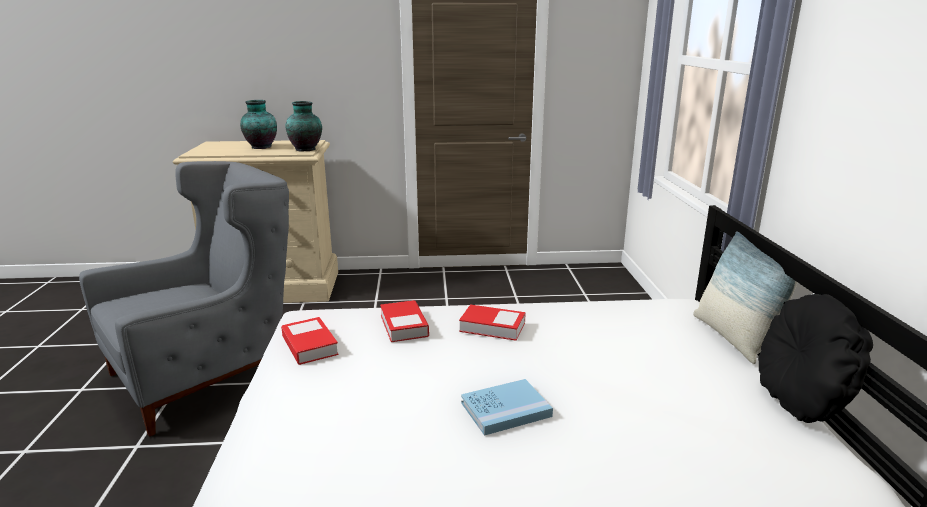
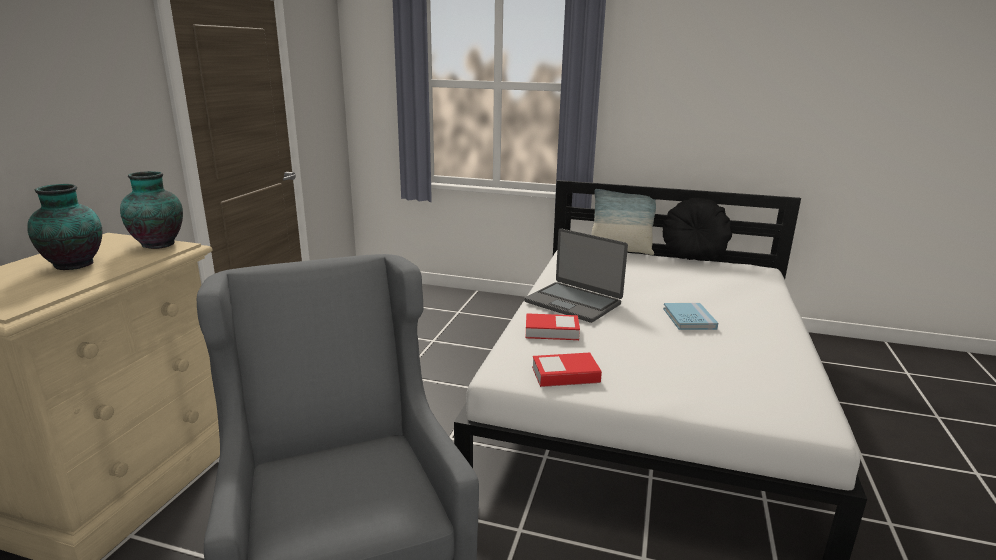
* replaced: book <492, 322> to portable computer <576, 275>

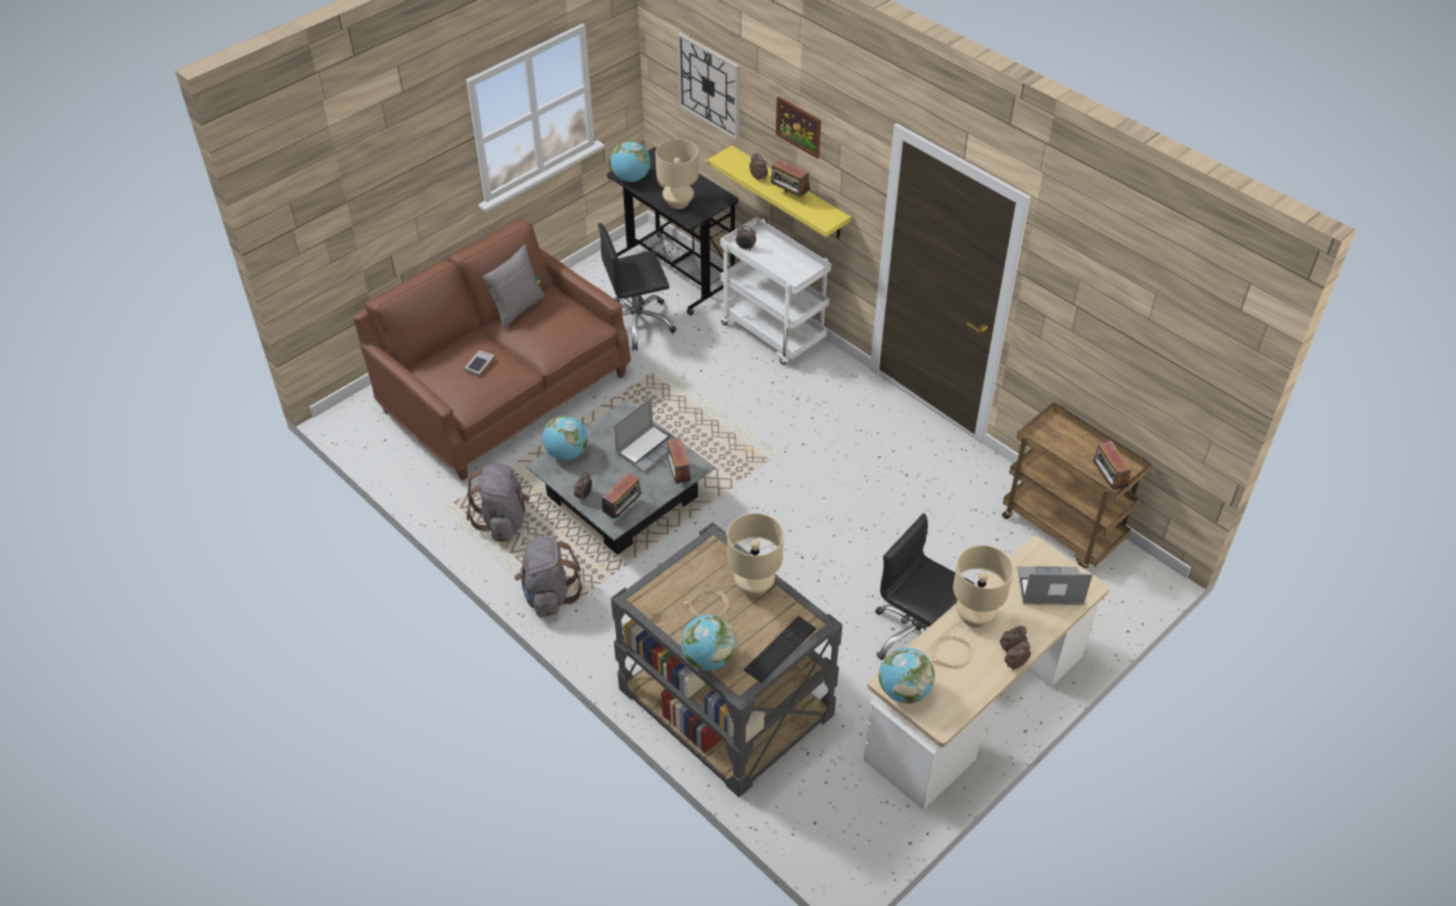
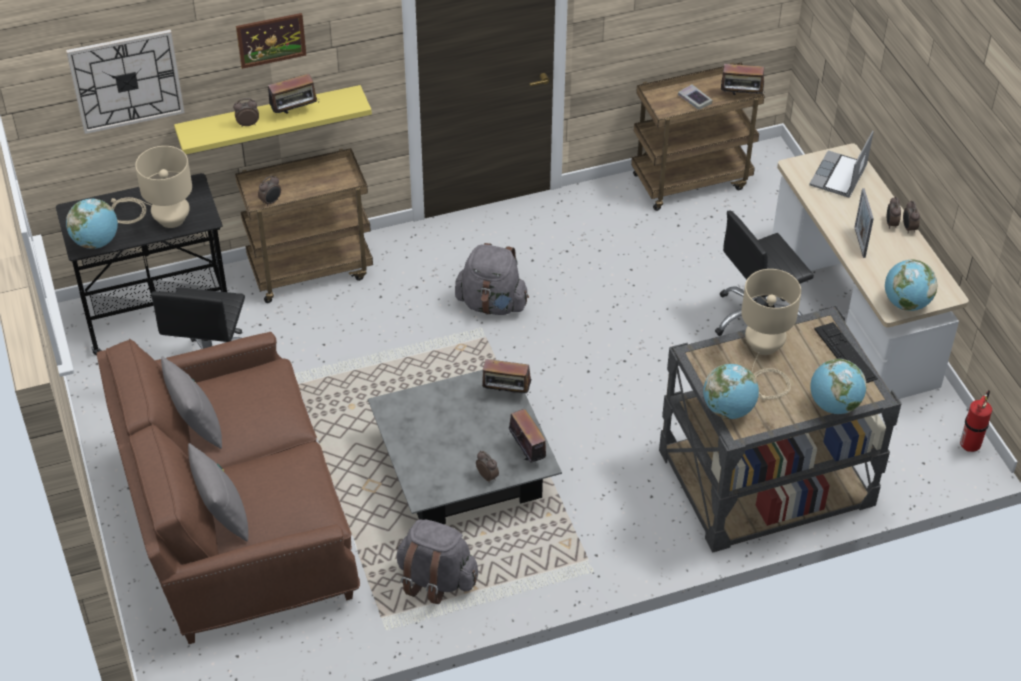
* removed: portable computer <644, 435>
* added: cushion (gray) <218, 492>
* added: fire extinguisher <976, 421>
* moved: book <479, 363> to <695, 97>
* moved: backpack (gray) <548, 576> to <492, 279>
* moved: world globe <565, 437> to <731, 391>
* replaced: lamp for a table (beige) <972, 606> to picture frame <864, 223>
* recoloured: cart (white-coloured) <775, 291> to cart (brown) <304, 225>

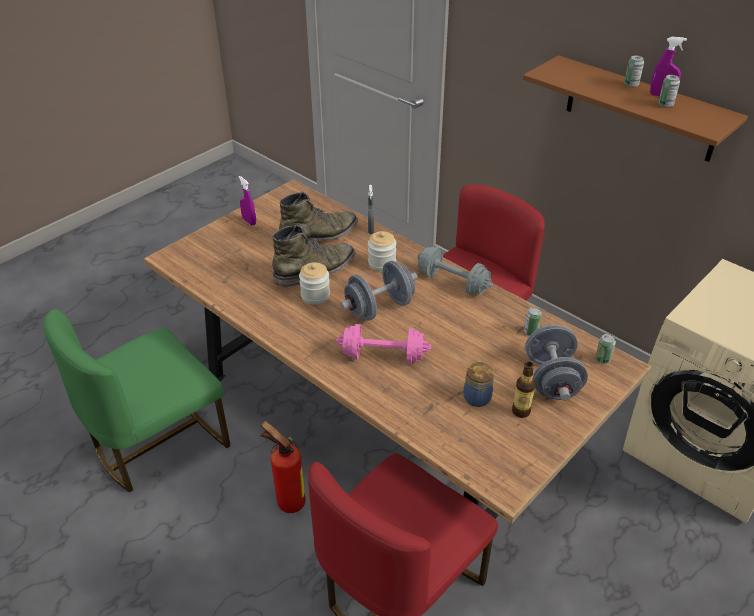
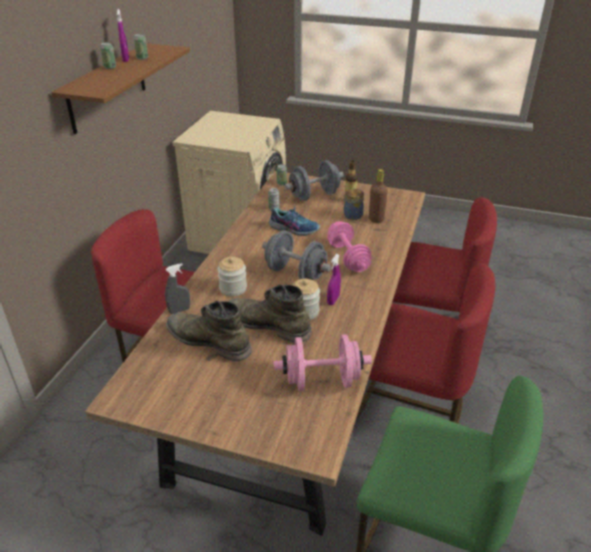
* removed: hand weight (gray) <455, 270>
* added: low shoe <294, 221>
* added: hand weight (pink) <323, 362>
* added: bottle (brown) <378, 196>
* moved: hand sprayer (purple) <247, 201> to <334, 279>
* replaced: fire extinguisher <283, 467> to plain chair (red-coloured) <425, 343>

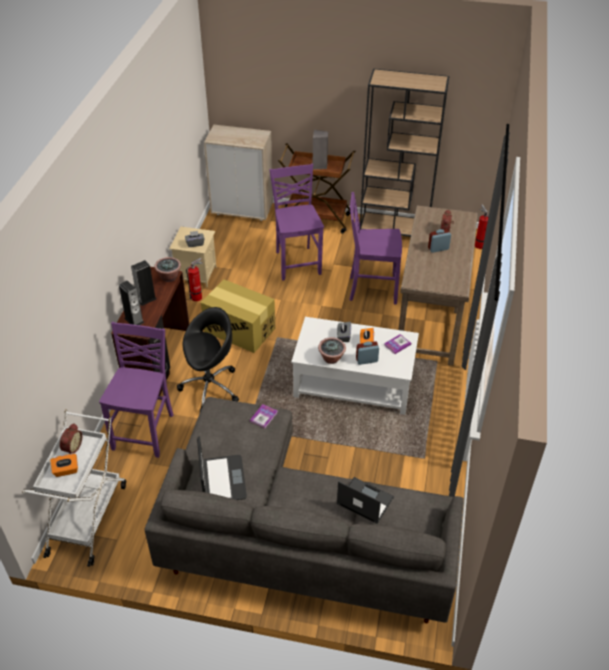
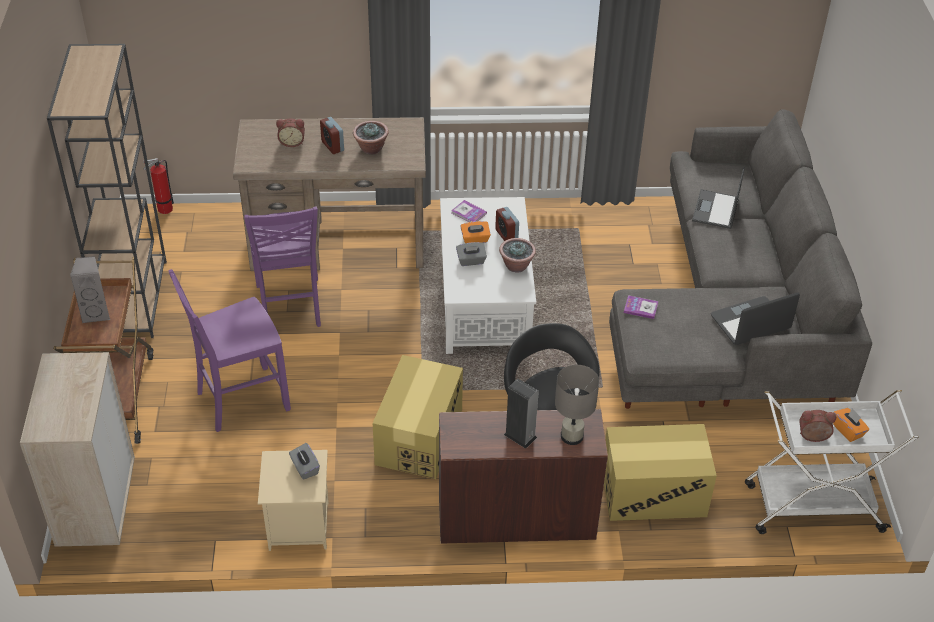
* removed: fire extinguisher <194, 279>
* moved: plant in a pot <167, 269> to <371, 138>
* replaced: plain chair (purple) <136, 390> to packing box <660, 472>
* replaced: loudspeaker <131, 303> to lamp for a table (gray) <577, 405>

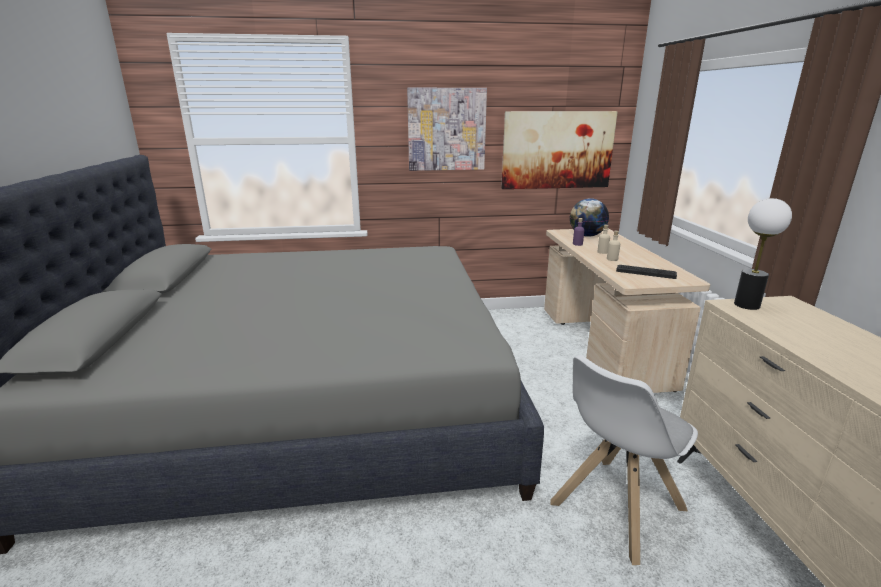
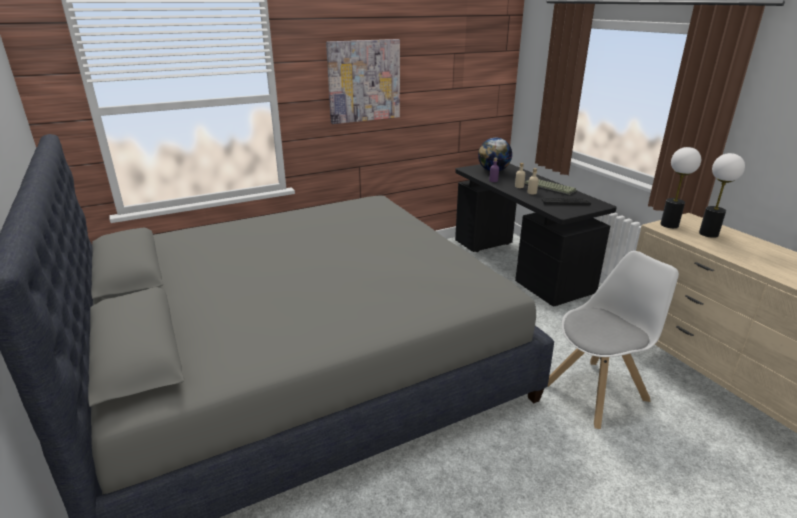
* removed: picture <559, 150>
* added: PC keyboard <551, 188>
* added: lamp for a table <722, 195>
* recoloured: desk unit (beige) <627, 311> to desk unit (black) <536, 235>
* turned: plain chair <624, 460> = <613, 340> 150 degrees counterclockwise

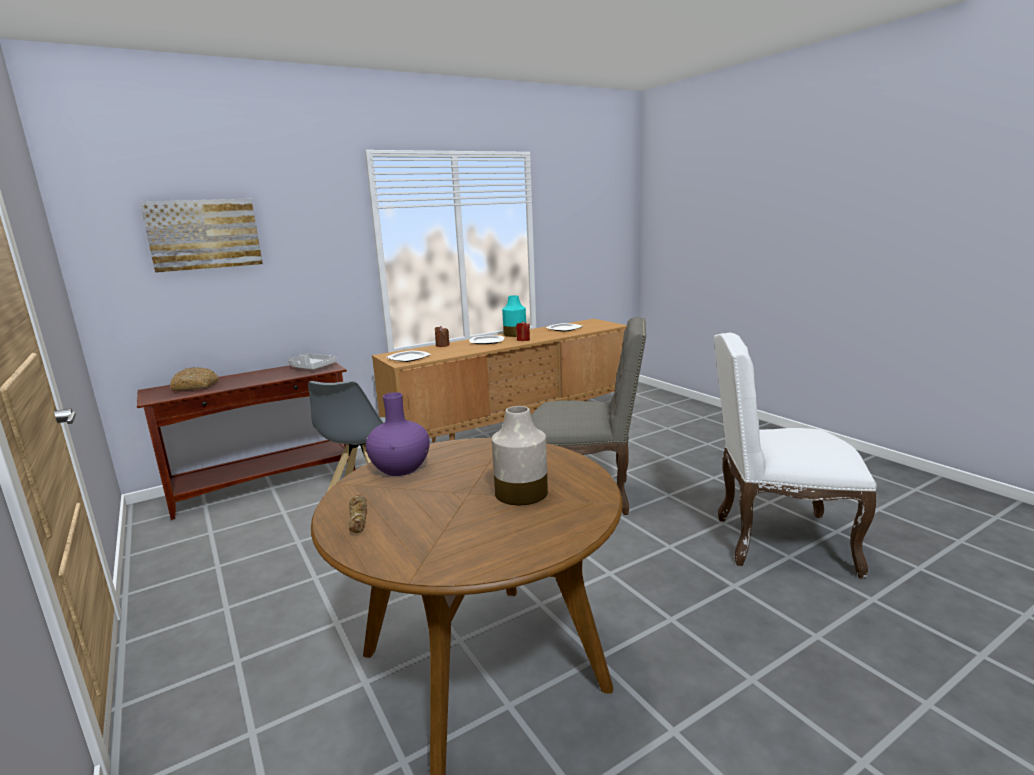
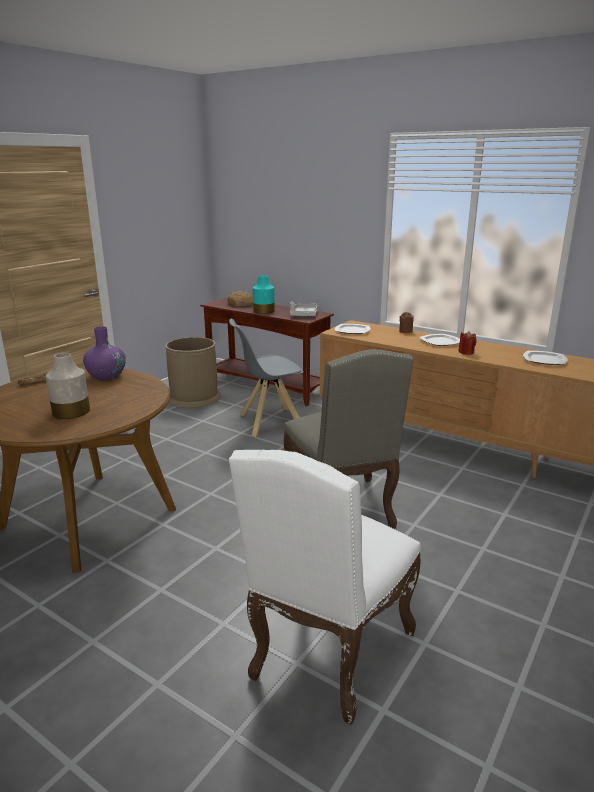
* removed: picture <201, 236>
* added: rubbish bin (brown) <193, 372>
* moved: flower vase (turquoise) <514, 316> to <264, 294>
* turned: plain chair (white-coloured) <795, 455> = <325, 586> 135 degrees counterclockwise

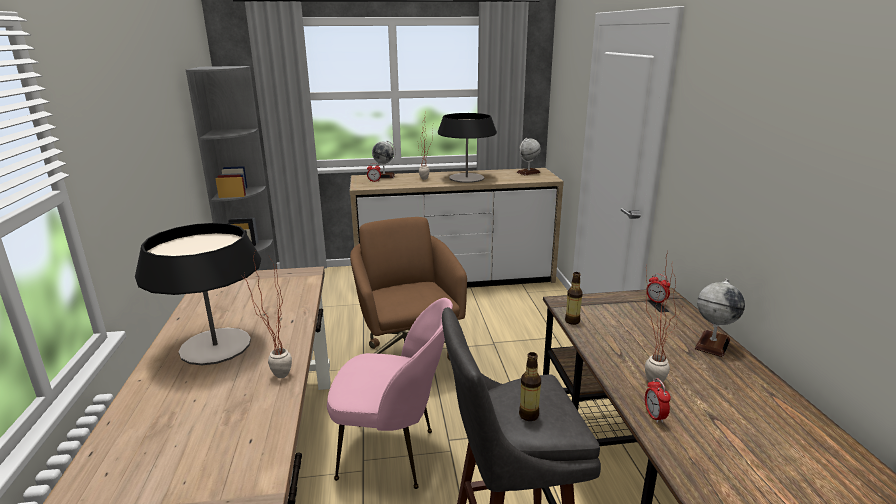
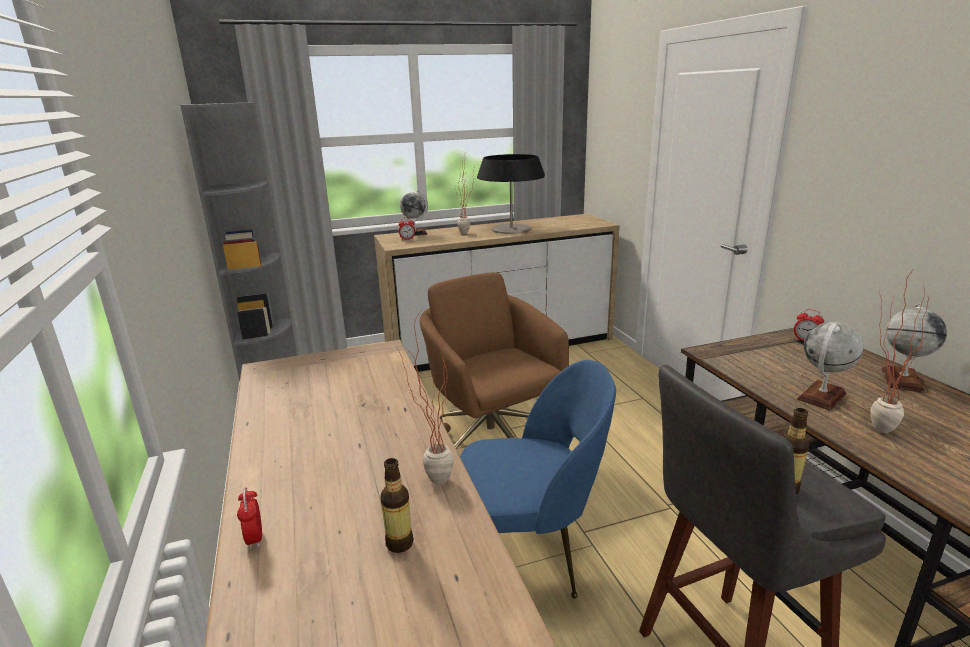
* removed: lamp for a table <198, 294>
* moved: world globe <529, 156> to <830, 365>
* moved: bottle <574, 298> to <397, 505>
* moved: bedside clock <658, 400> to <249, 518>
* recoloured: plain chair (pink) <390, 393> to plain chair (bluish) <538, 479>

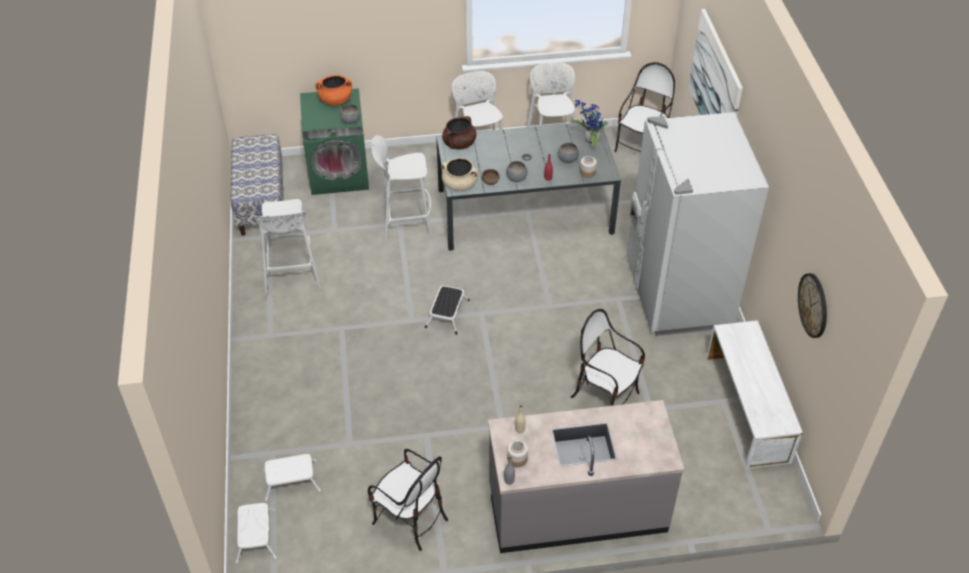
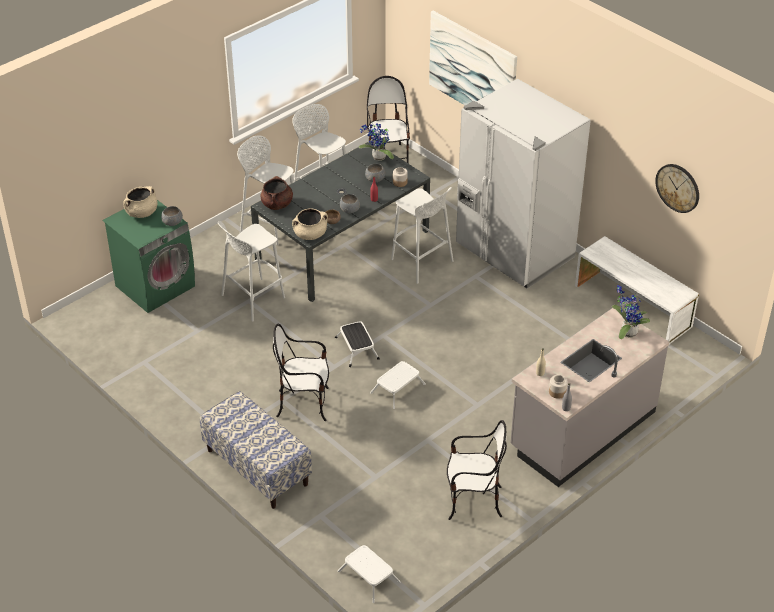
* added: plant in a pot <631, 312>
* moved: indoor bench <257, 185> to <256, 450>
* moved: sitting stool (white-coloured) <287, 246> to <422, 235>
* moved: step ladder (white-coloured) <292, 477> to <398, 385>
* moved: plain chair <608, 357> to <301, 372>
* recoloured: cooking pot (orange-coloured) <333, 90> to cooking pot (beige) <140, 202>

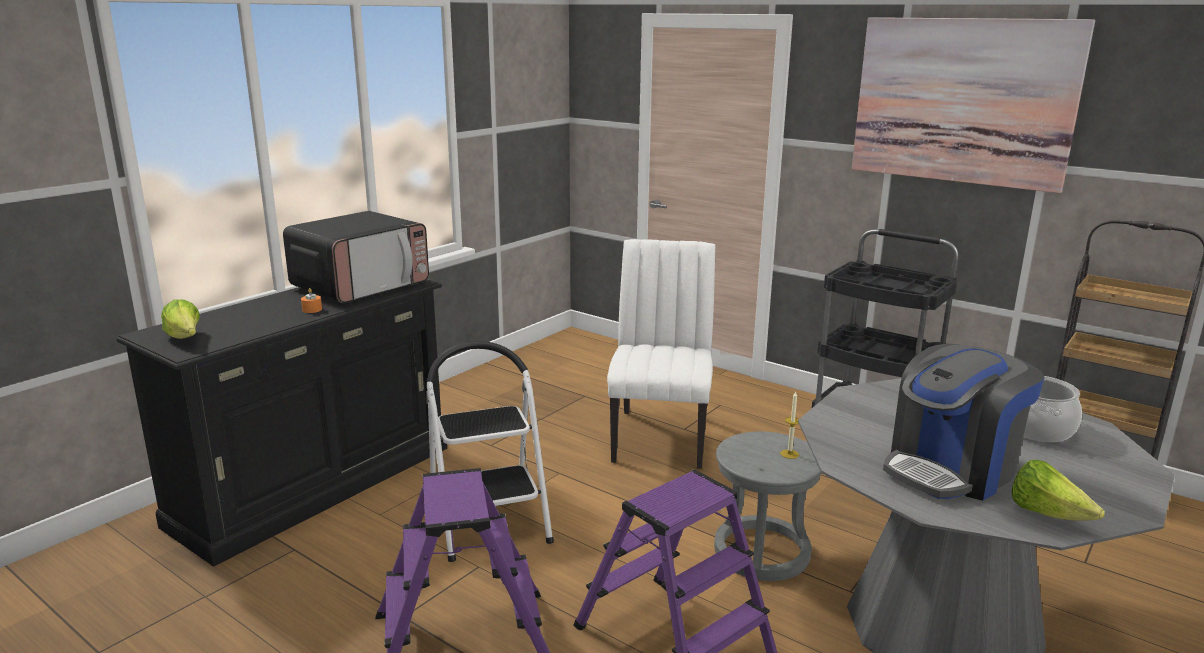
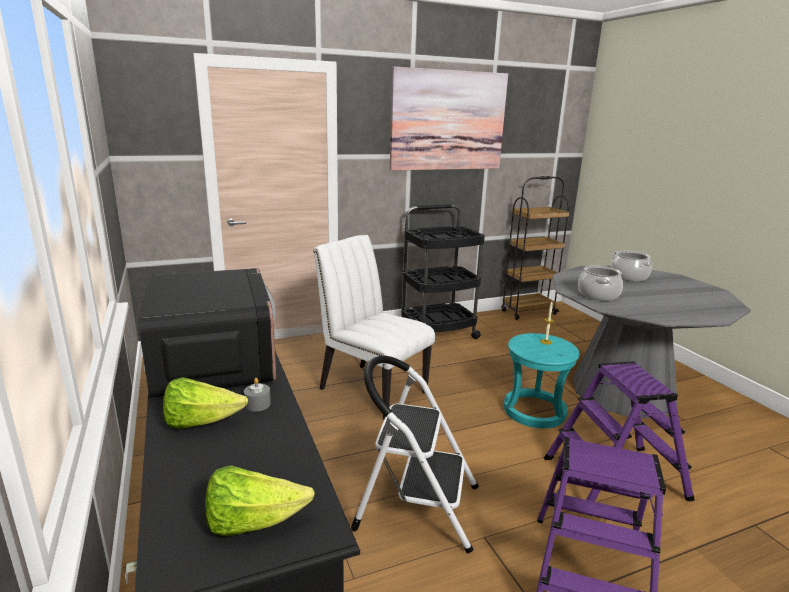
* removed: coffee machine <964, 422>
* added: cooking pot <600, 283>
* moved: lettuce <1058, 490> to <205, 403>
* recoloured: wax light (orange-coloured) <311, 300> to wax light (gray) <257, 394>
* recoloured: sitting stool (gray) <768, 506> to sitting stool (turquoise) <542, 380>

